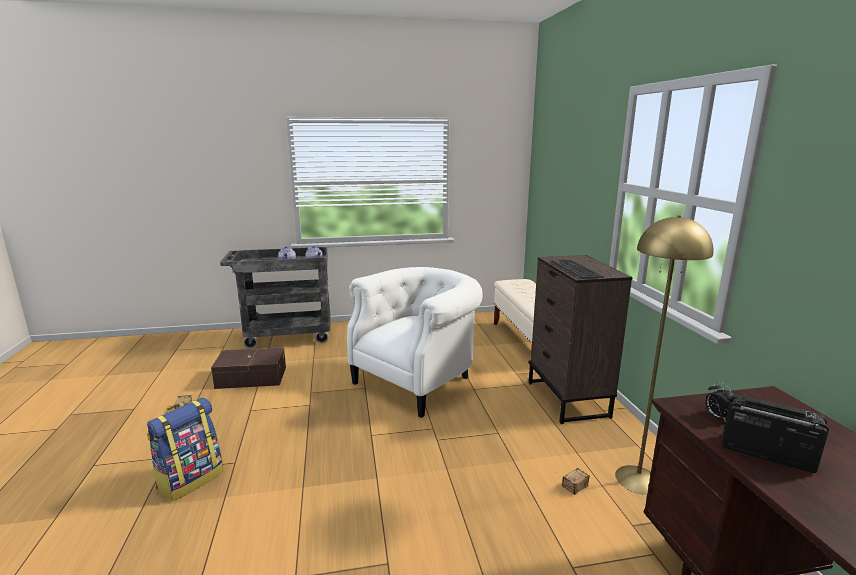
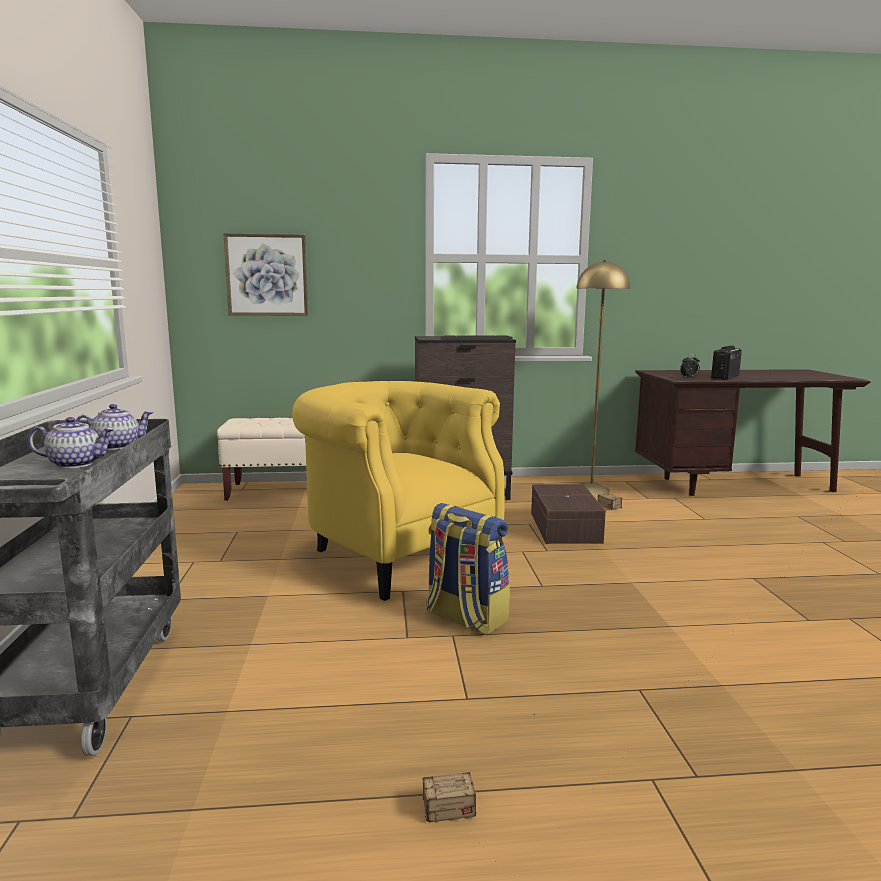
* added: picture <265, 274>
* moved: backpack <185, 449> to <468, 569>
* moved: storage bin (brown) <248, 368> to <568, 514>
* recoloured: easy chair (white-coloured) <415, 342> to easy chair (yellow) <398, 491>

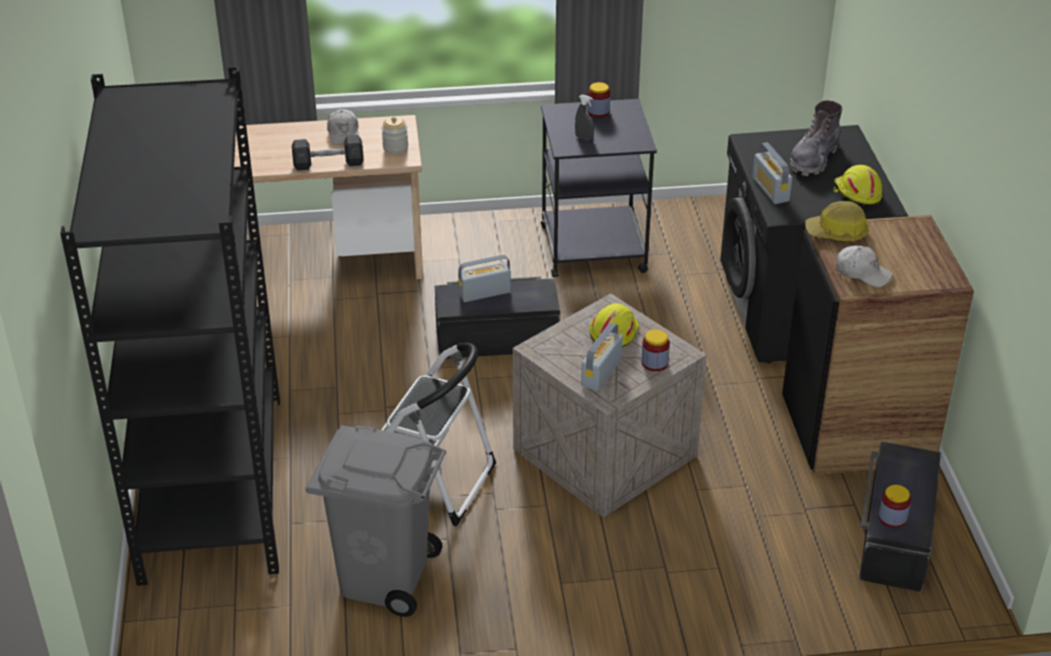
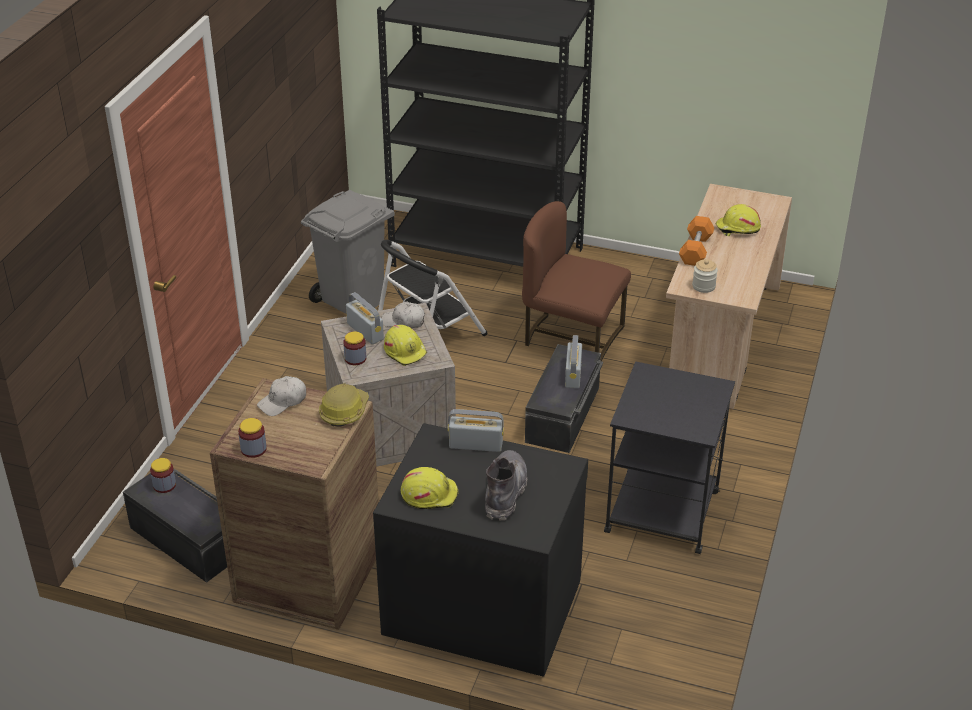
* removed: hand sprayer (gray) <584, 117>
* added: plain chair (brown) <576, 281>
* added: hard hat (yellow) <738, 220>
* moved: peaked cap (white-coloured) <343, 127> to <403, 315>
* moved: preserve jar <598, 99> to <252, 438>
* recoloured: hand weight (gray) <328, 153> to hand weight (orange-coloured) <696, 241>
* turned: high-top boot (gray) <816, 138> = <506, 485> 45 degrees clockwise

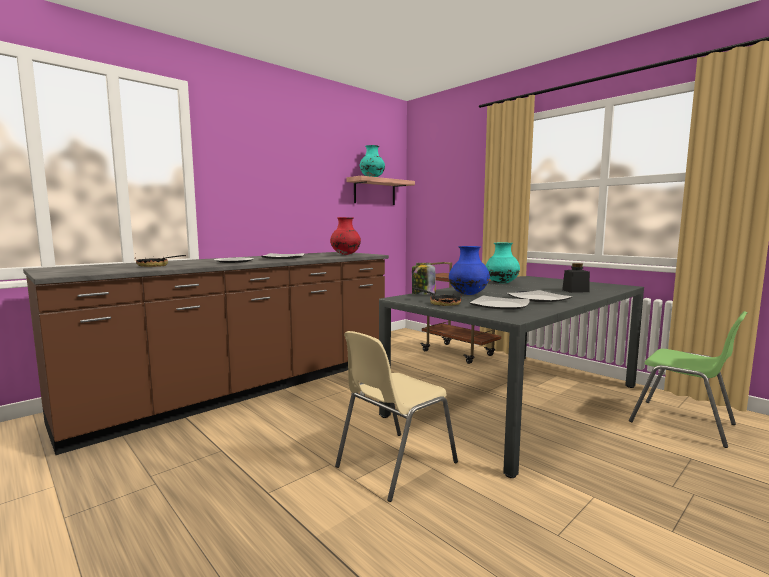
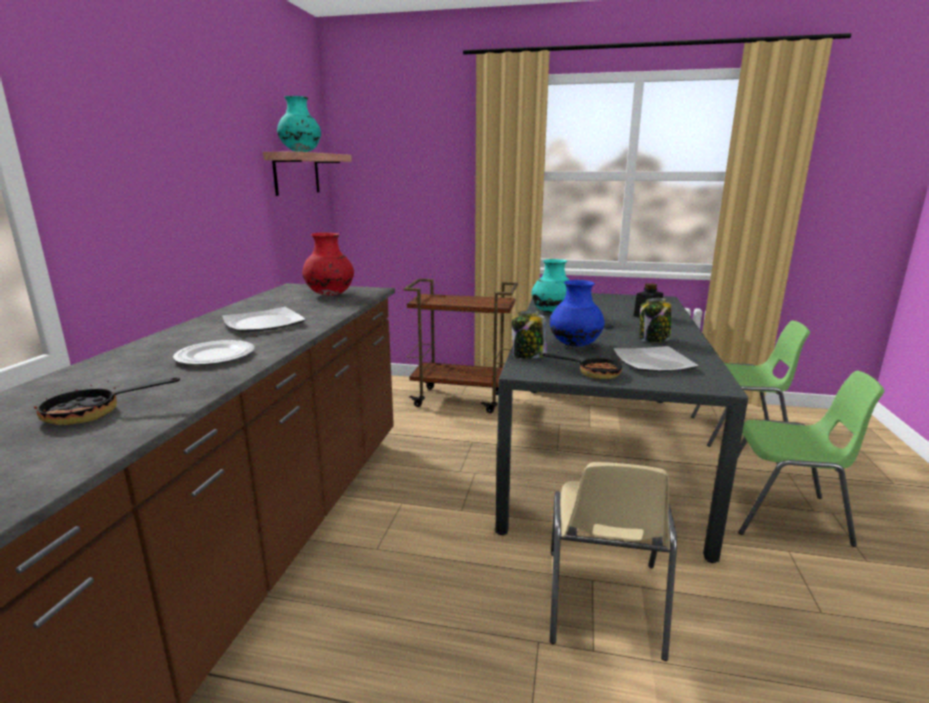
* added: plain chair (greenish) <811, 459>
* replaced: flat dish <540, 296> to preserve jar <656, 320>

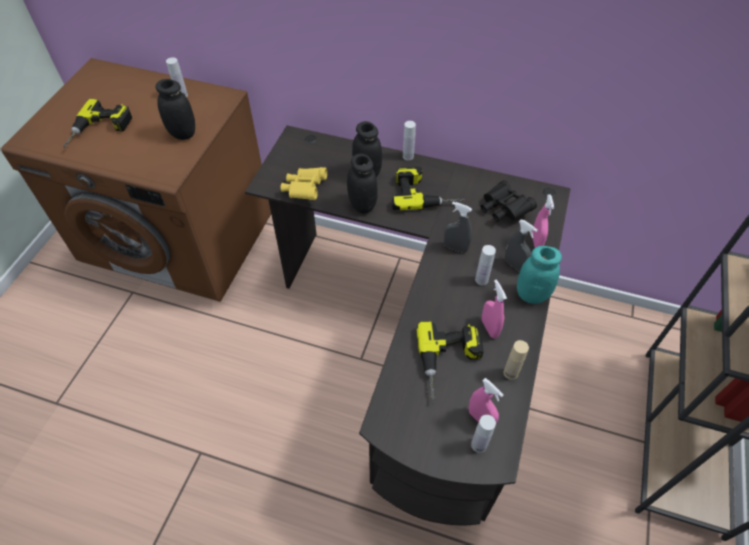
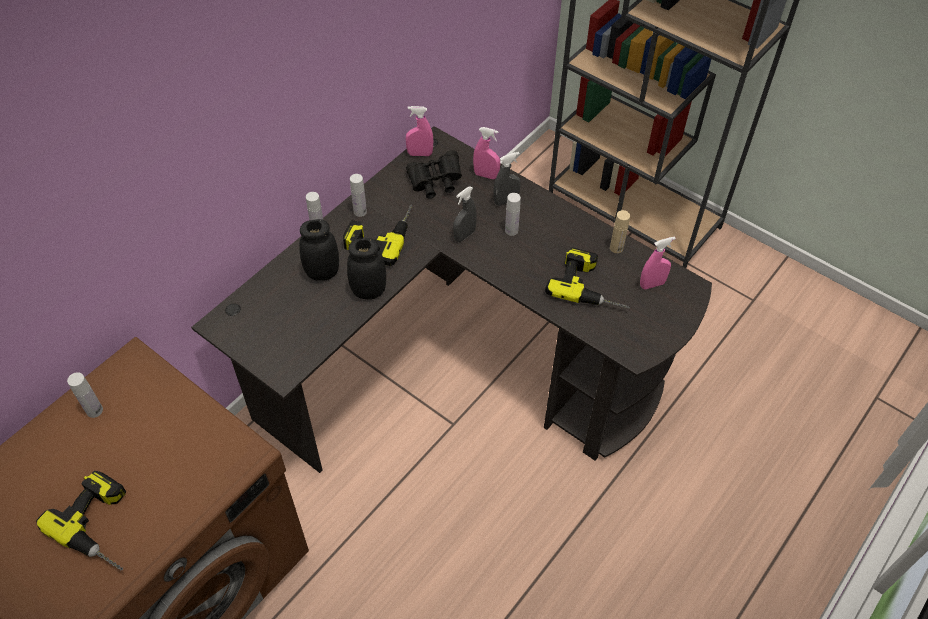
* removed: preserve jar (black) <175, 109>
* removed: field glasses (yellow) <304, 183>
* removed: preserve jar (turquoise) <539, 275>
* moved: bottle (white-coloured) <483, 434> to <358, 195>
* moved: hand sprayer (pink) <494, 308> to <419, 131>

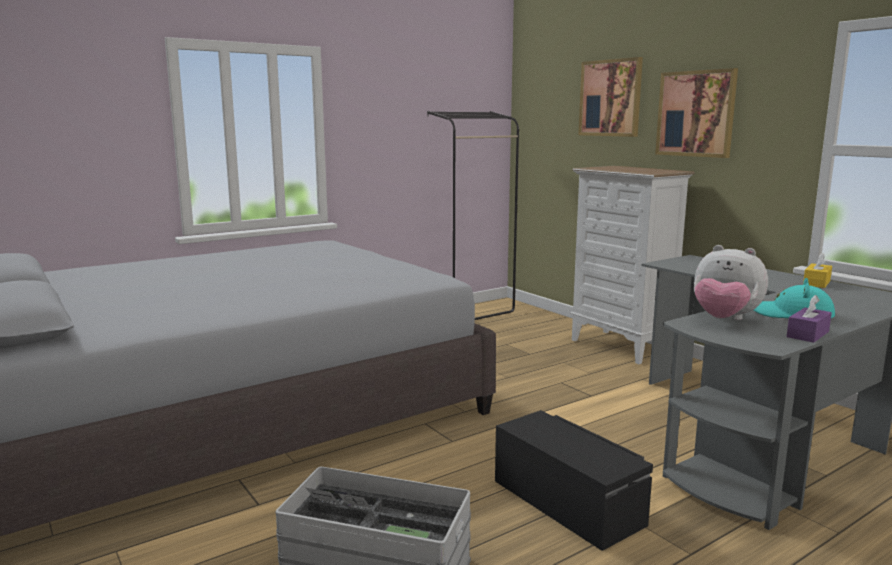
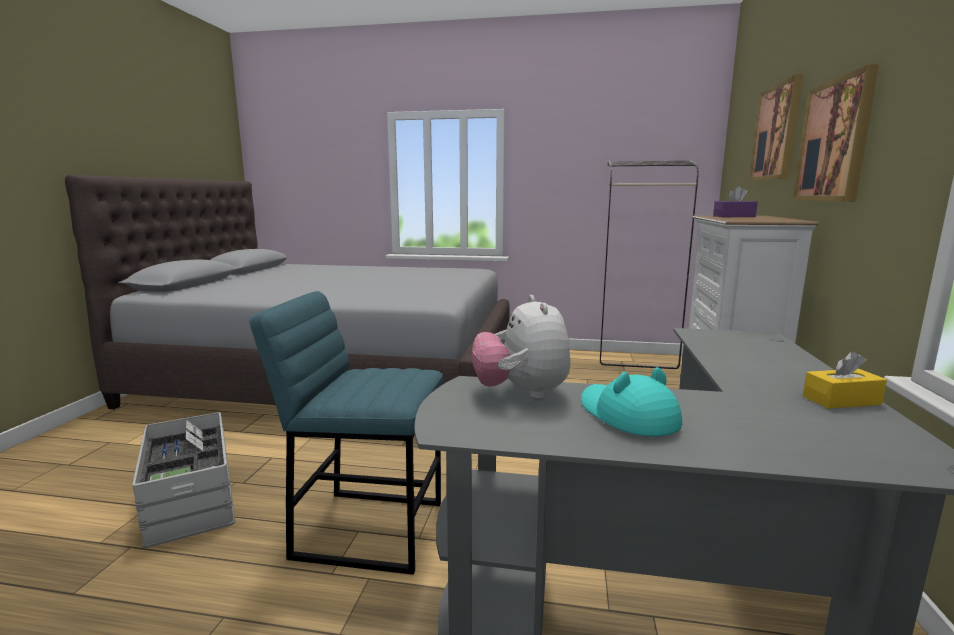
* moved: tissue box (purple) <809, 319> to <735, 201>
* replaced: storage bin (black) <574, 480> to sitting stool (bluish) <346, 433>

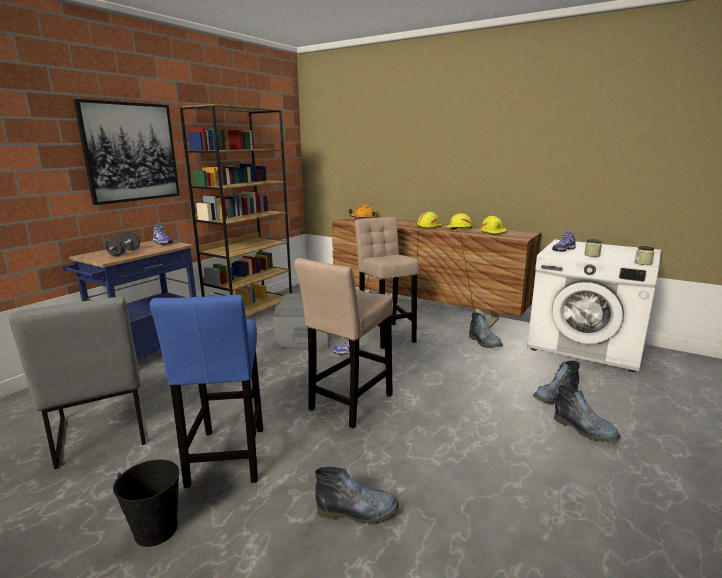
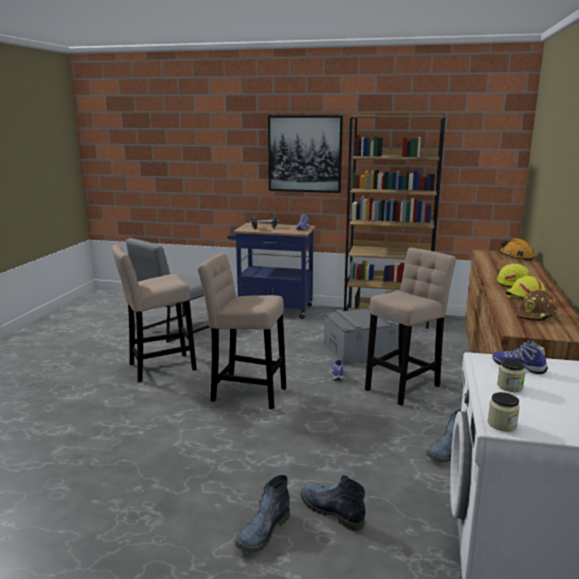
* removed: bucket (black) <146, 503>
* removed: high-top boot <357, 495>
* recoloured: sitting stool (bluish) <206, 391> to sitting stool (beige) <154, 313>
* recoloured: hard hat (yellow) <494, 225> to hard hat (brown) <537, 306>

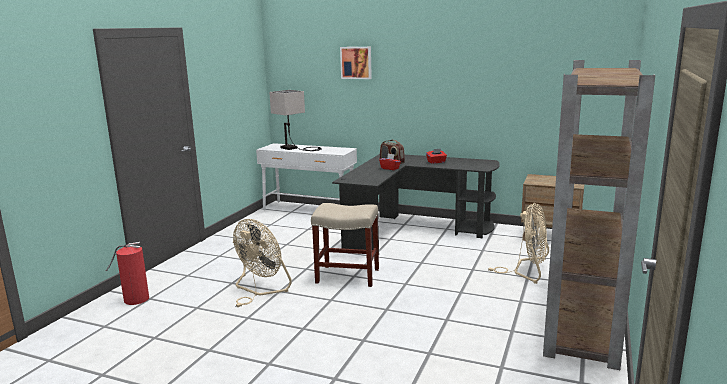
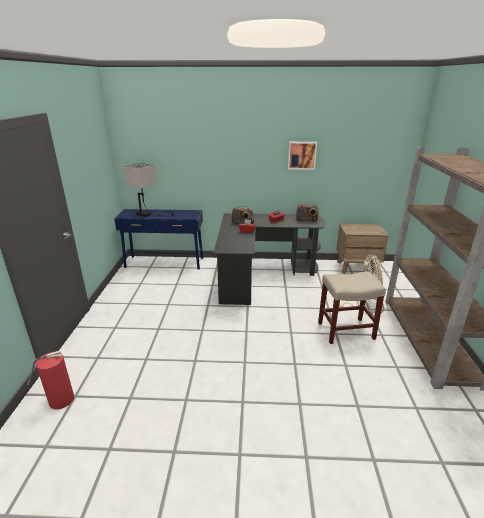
* removed: cooling fan (beige) <262, 263>
* added: radio set <307, 212>
* moved: sitting stool (beige) <345, 245> to <352, 307>
* moved: picture <356, 63> to <302, 156>
* recoloured: narrow table (white-coloured) <306, 176> to narrow table (bluish) <158, 239>

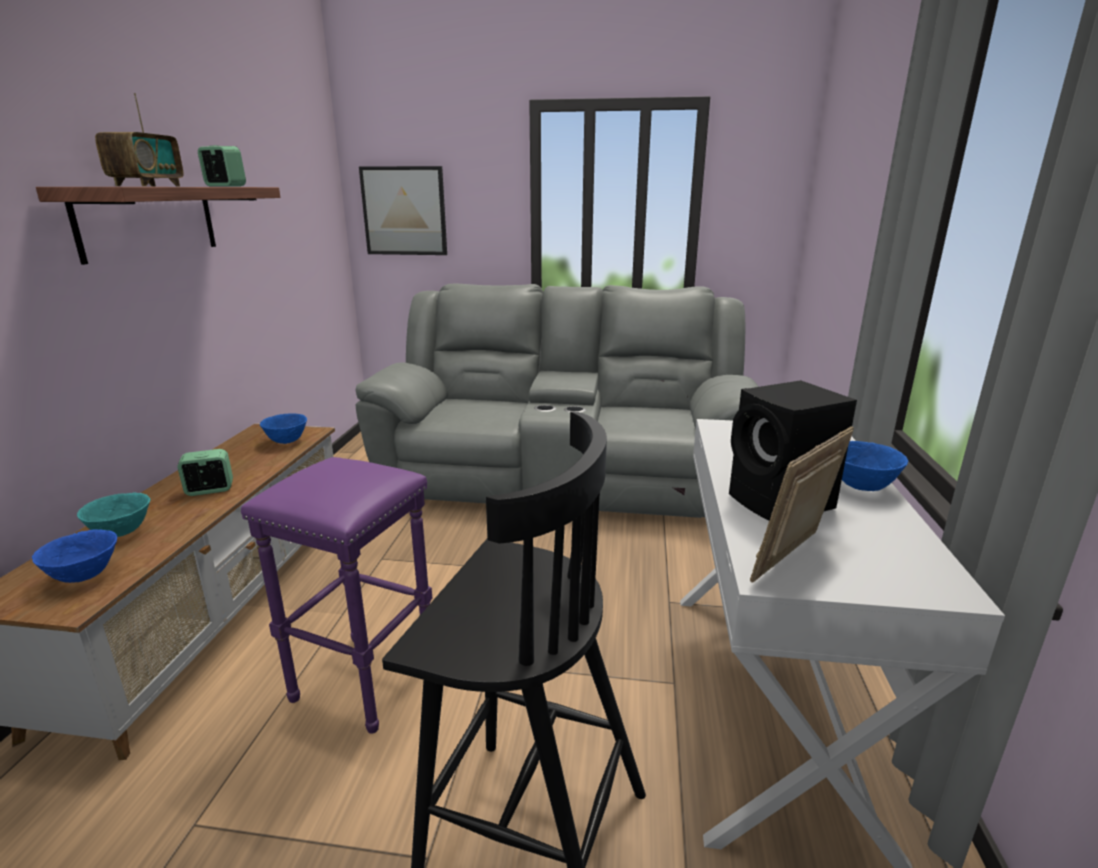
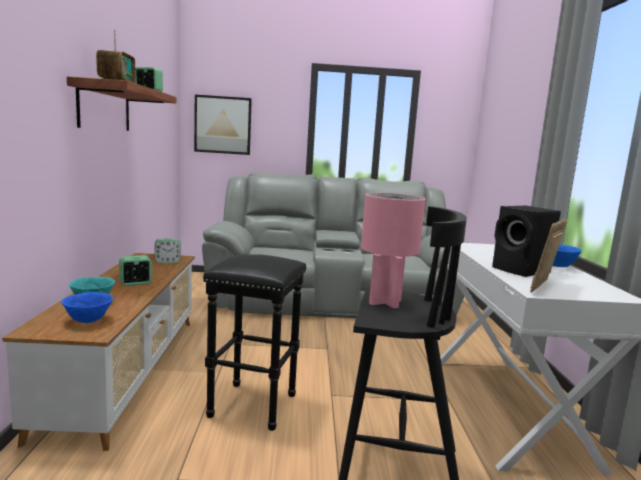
* added: lamp for a table (pink) <393, 251>
* replaced: deep dish (bluish) <283, 428> to bedside clock <168, 251>
* recoloured: sitting stool (purple) <336, 595> to sitting stool (black) <254, 342>

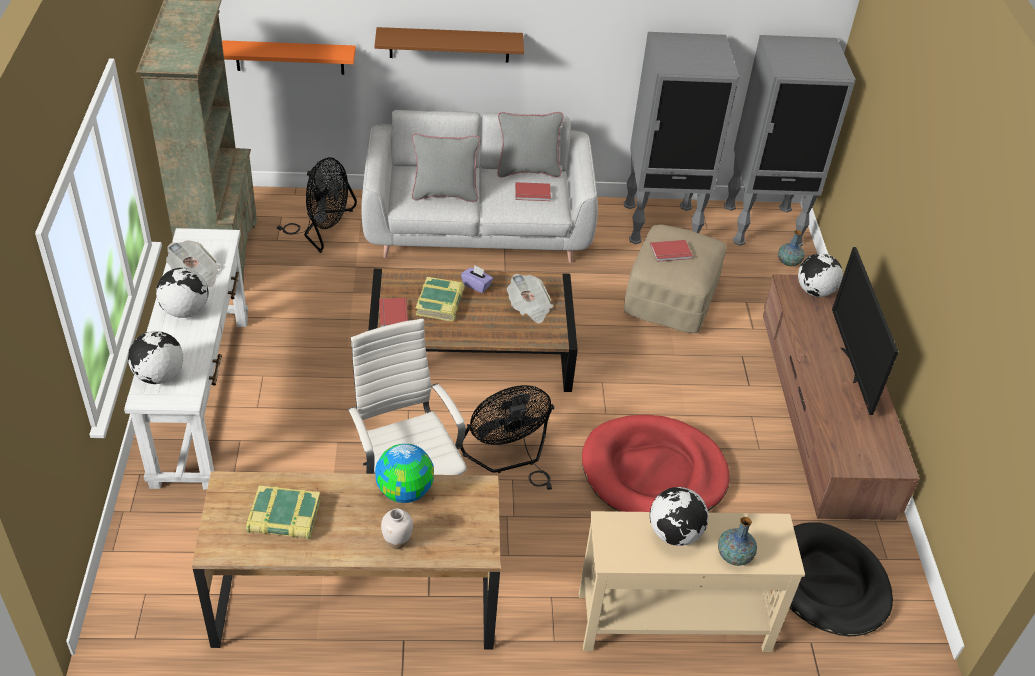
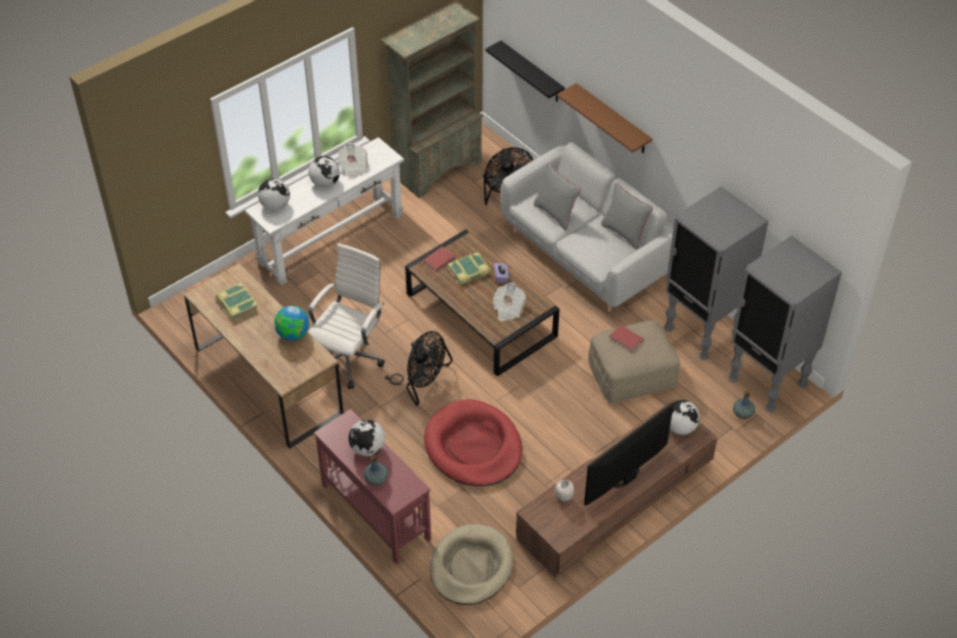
* removed: book (red-coloured) <533, 191>
* moved: flower vase (white-coloured) <397, 528> to <564, 492>
* recoloured: bracket shelf (orange-coloured) <289, 57> to bracket shelf (black) <525, 71>
* recoloured: narrow table (beige) <692, 581> to narrow table (red-coloured) <372, 486>
* recoloured: dog cushion (black) <835, 579> to dog cushion (beige) <471, 564>
* turned: cooling fan (black) <507, 437> = <419, 368> 90 degrees clockwise

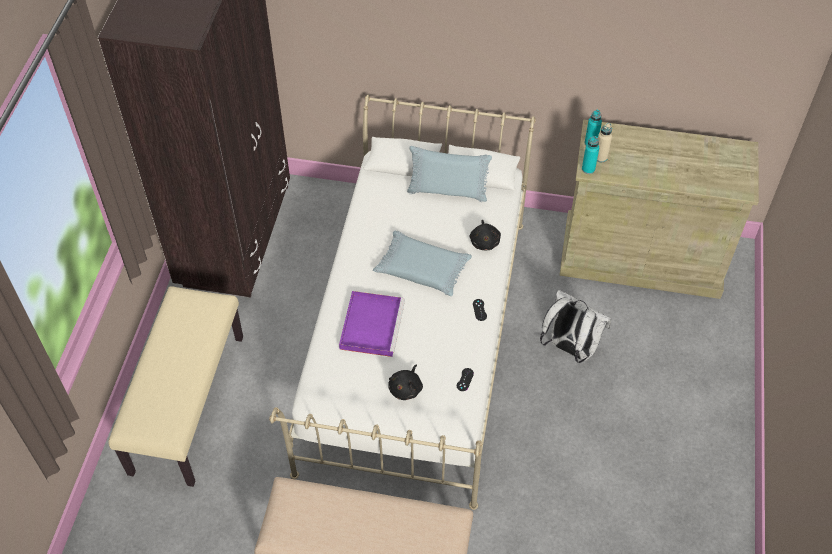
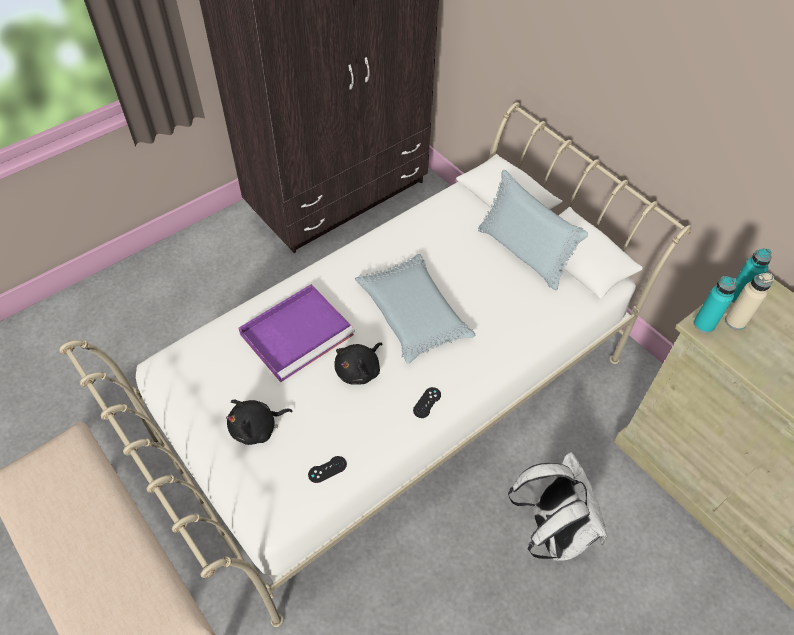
* removed: indoor bench (beige) <175, 386>
* moved: cuddly toy (black) <485, 235> to <358, 363>

